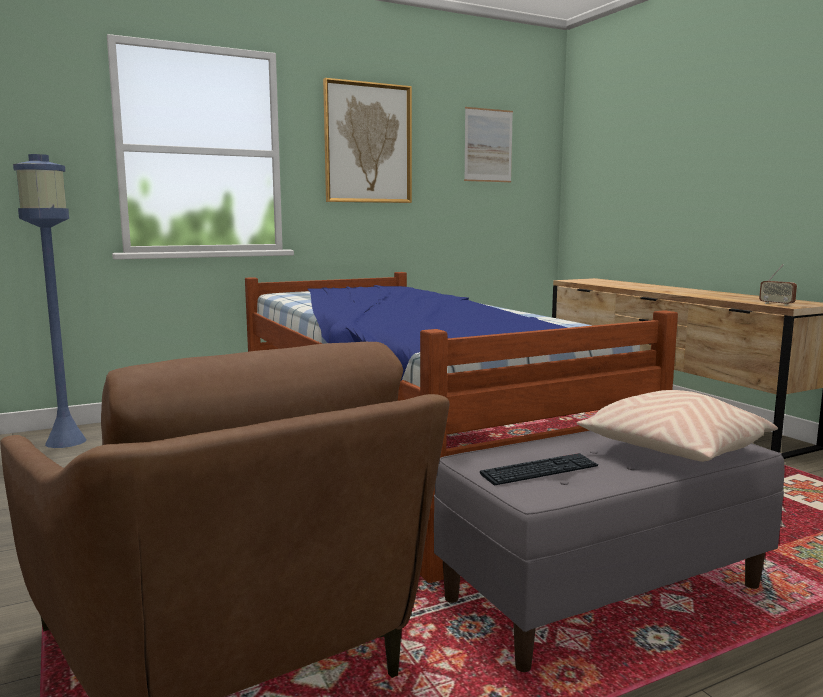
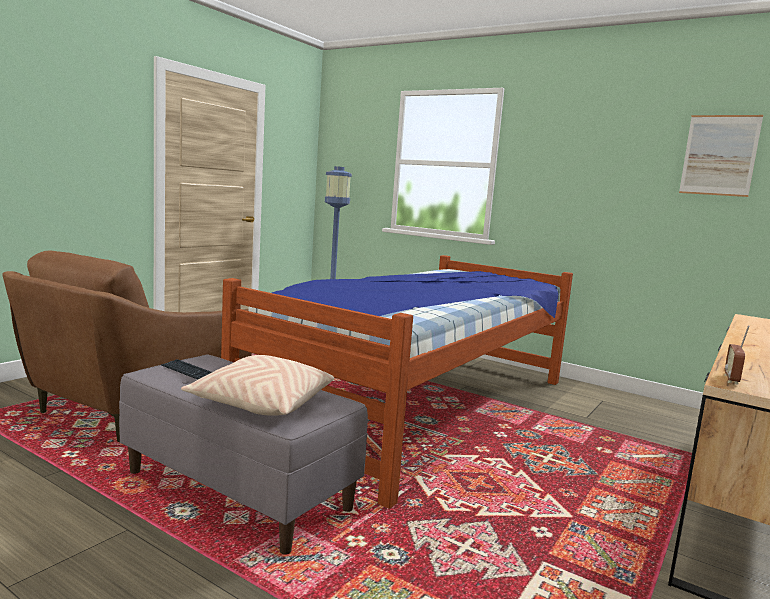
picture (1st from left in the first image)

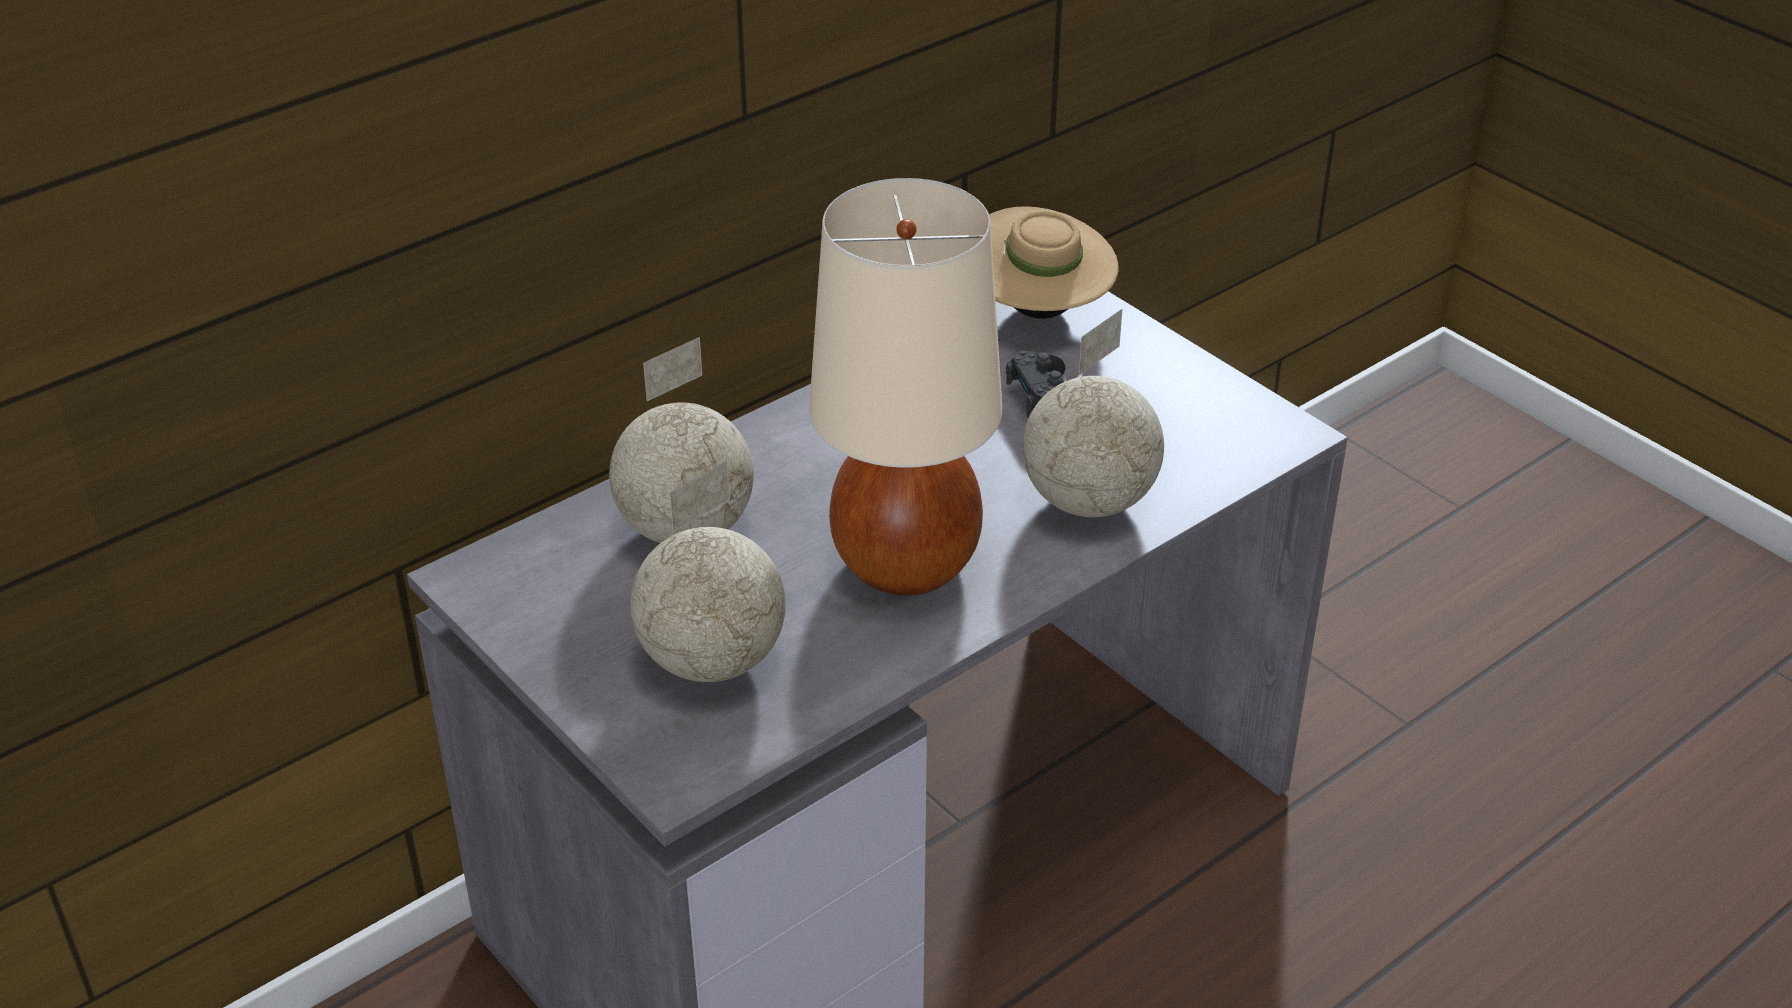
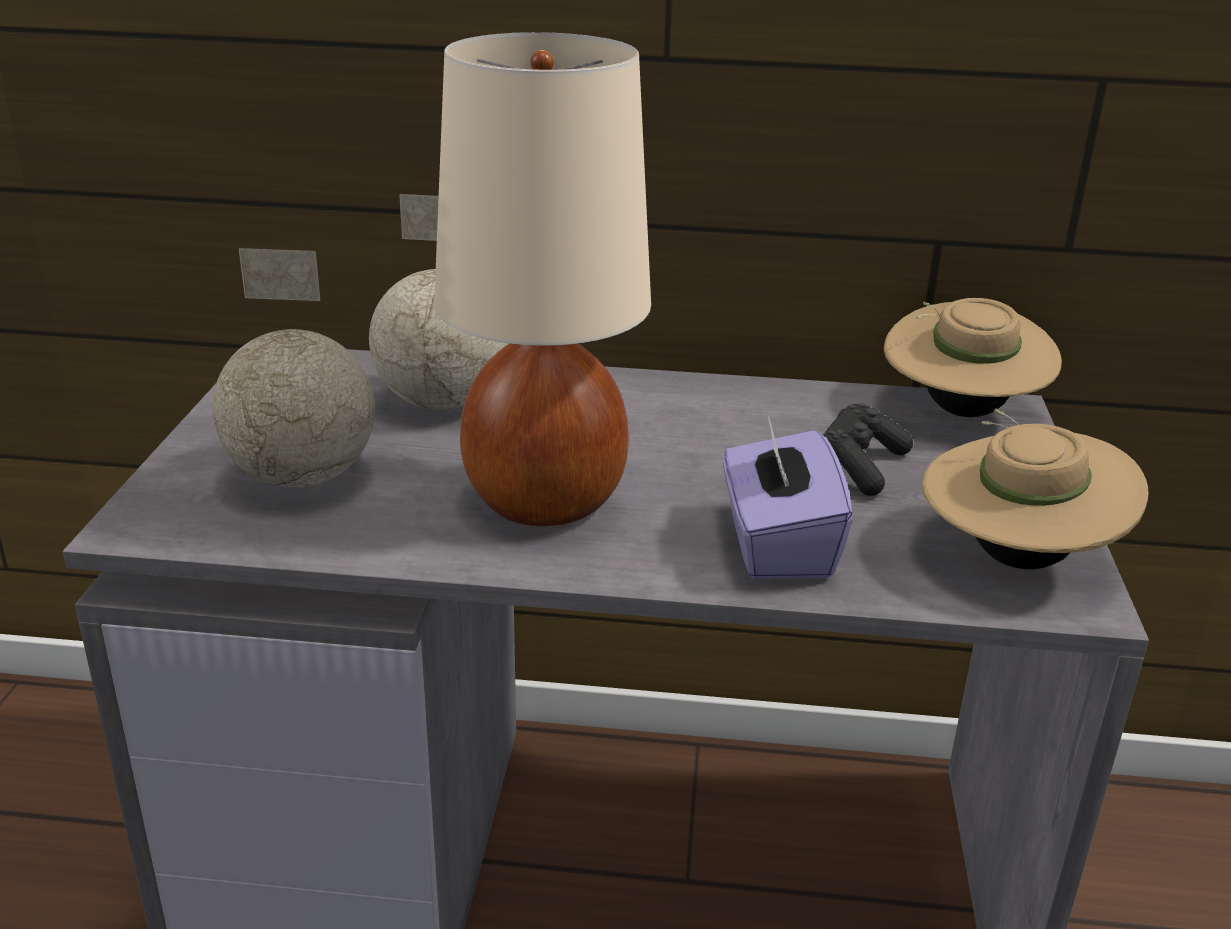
sand-coloured wearable hat (2nd from left); purple tissue box

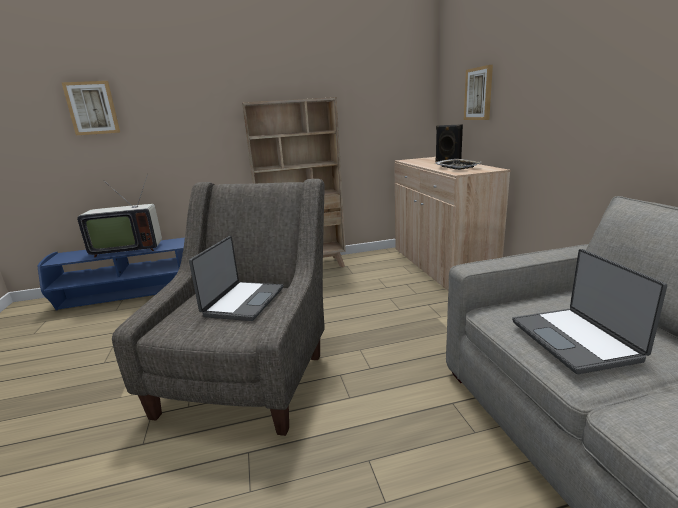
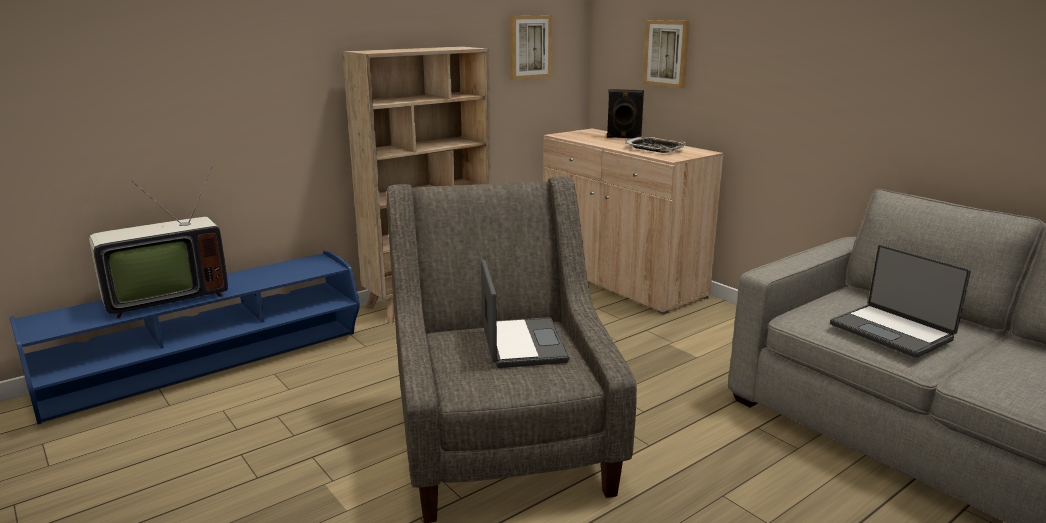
picture (1st from left)

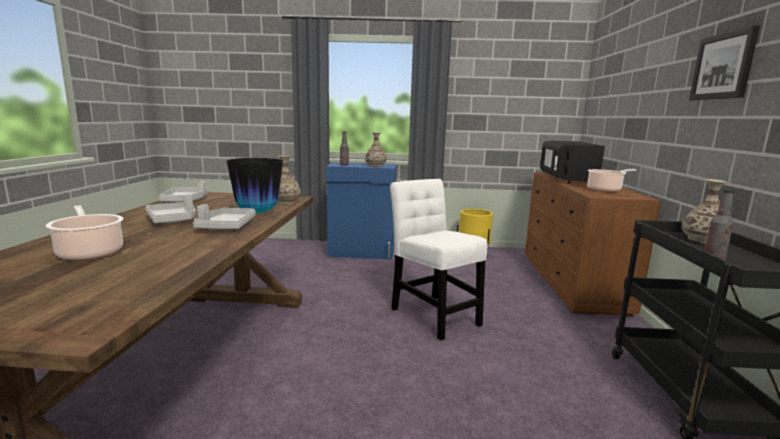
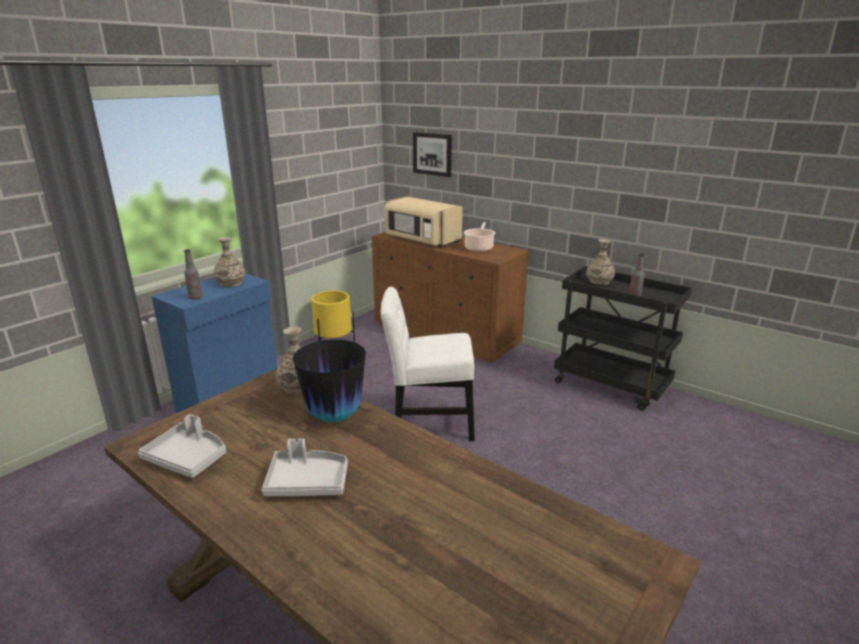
stockpot (1st from left in the first image); grey carrying tray (3rd from left in the first image); picture; sand-coloured kitchen microwave

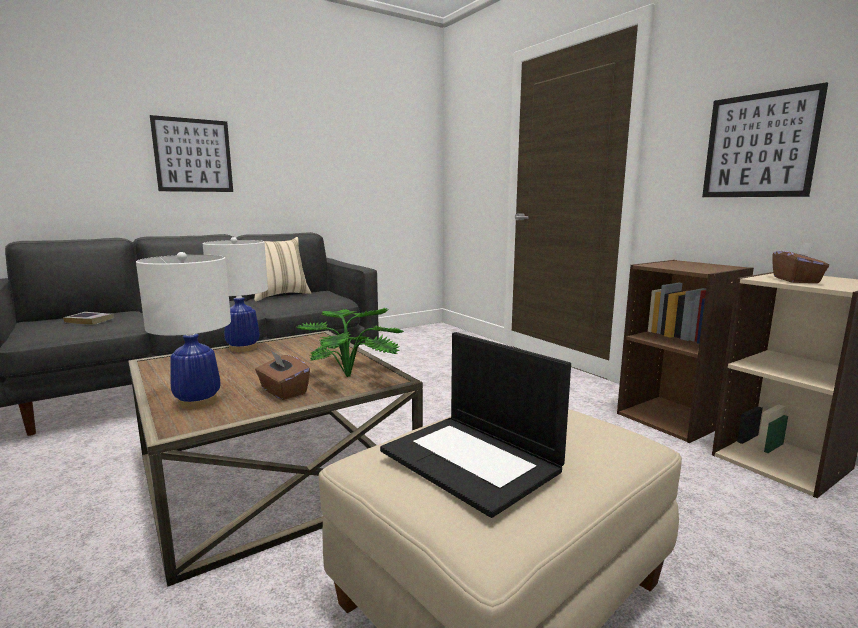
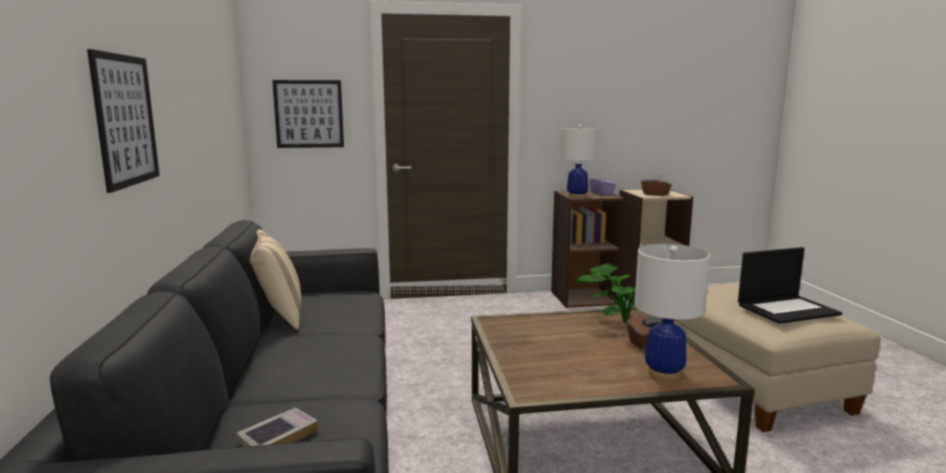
purple tissue box; white-coloured table lamp (1st from left); picture (2nd from left)

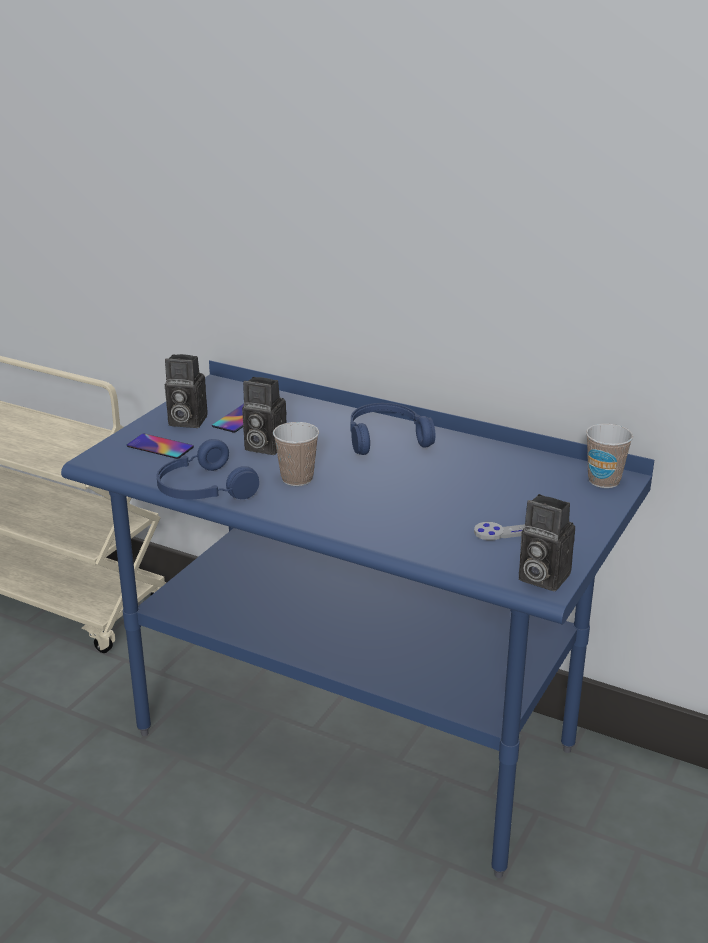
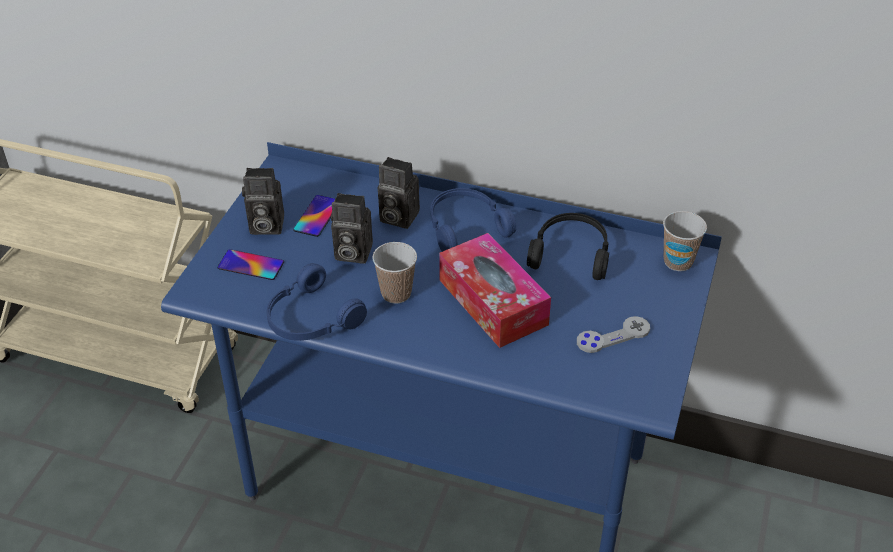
tissue box; black pair of headphones; photo camera (3rd from left)

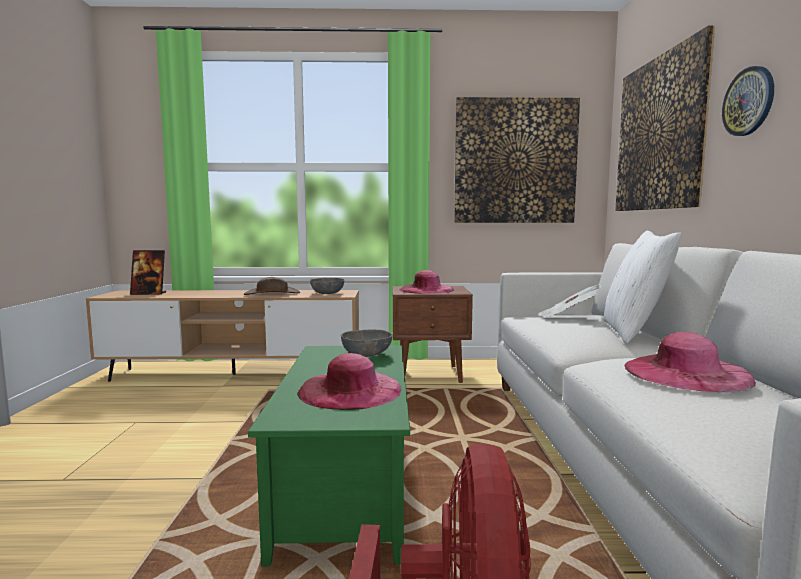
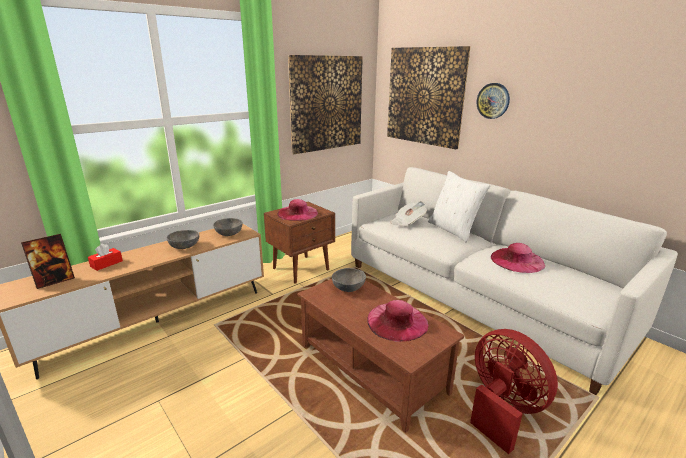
reddish tissue box; grey deep dish (1st from left); brownish lounge table

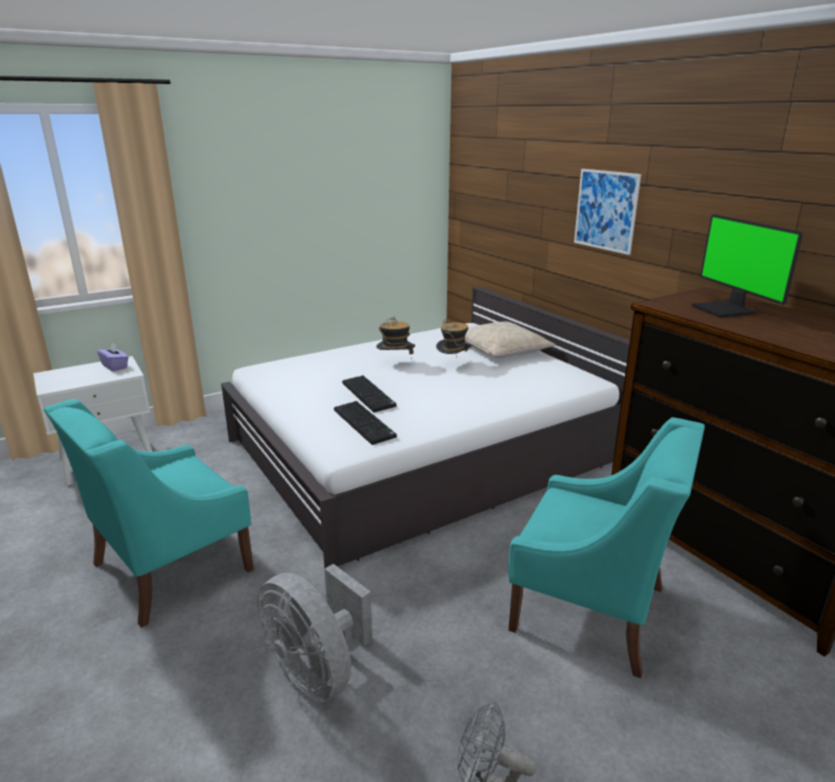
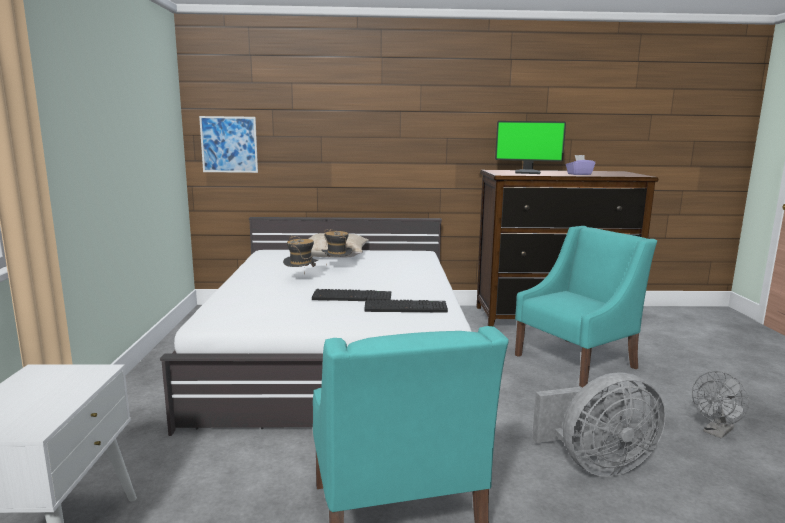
purple tissue box; picture

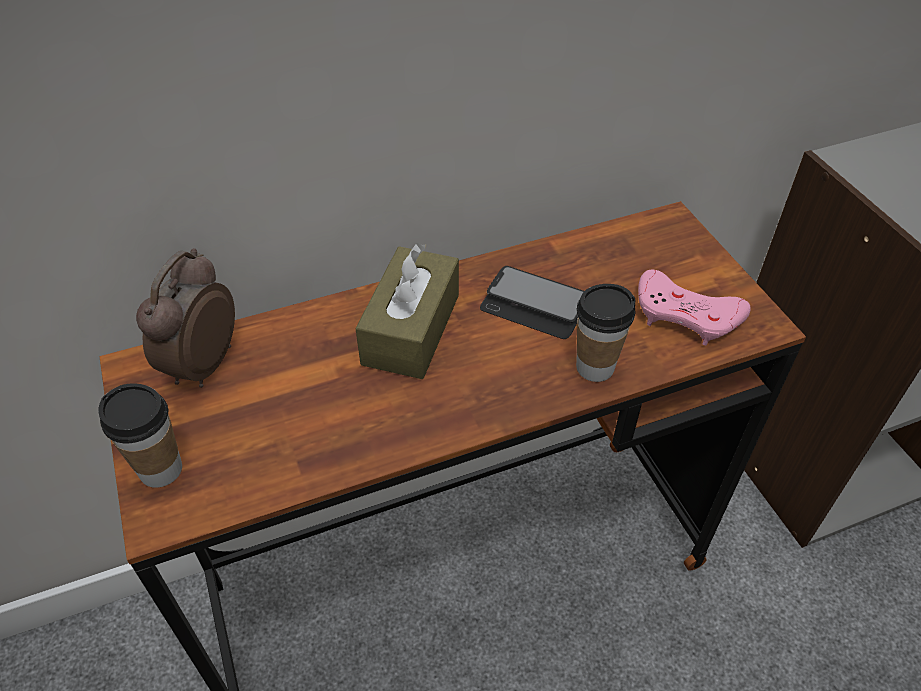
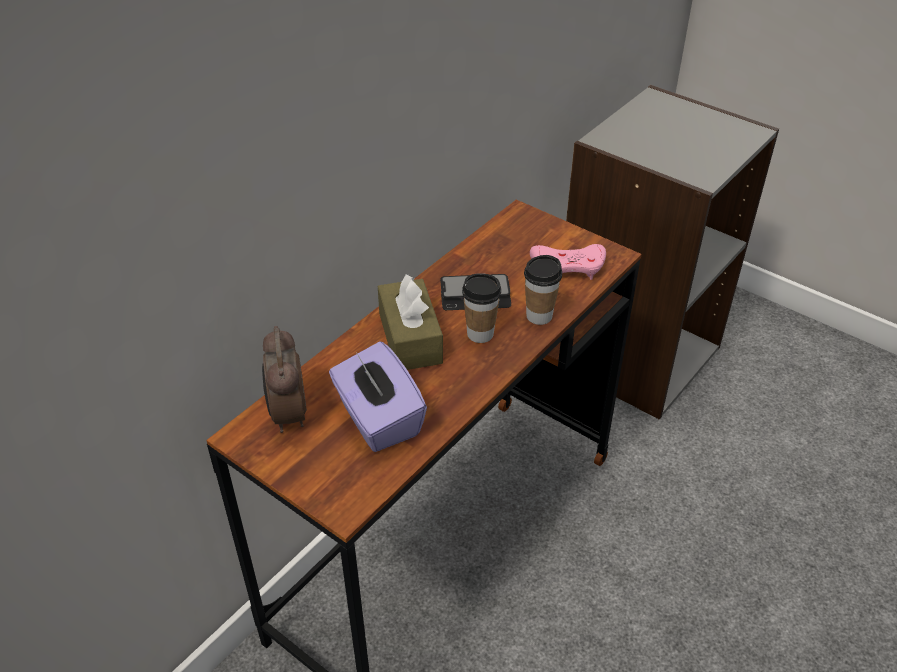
purple tissue box; cup (1st from left)

